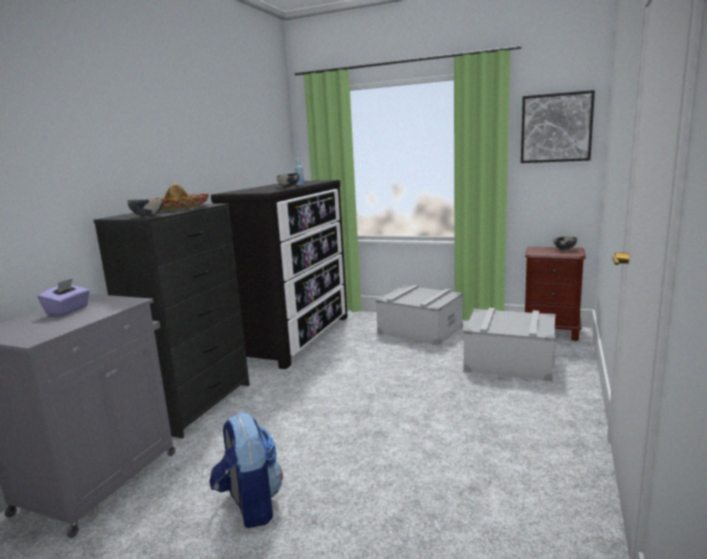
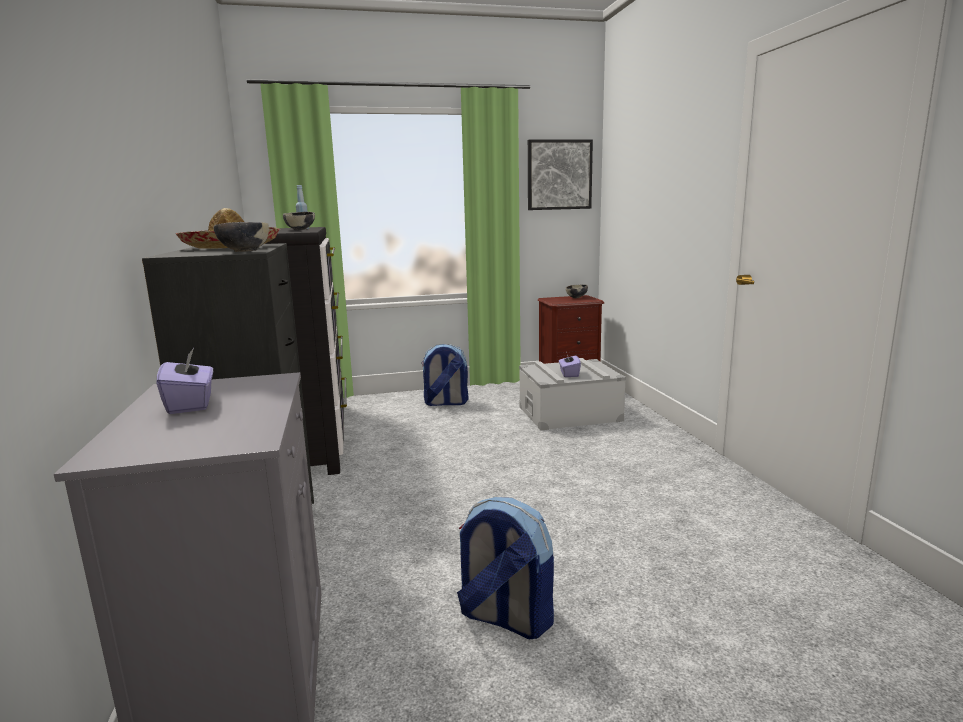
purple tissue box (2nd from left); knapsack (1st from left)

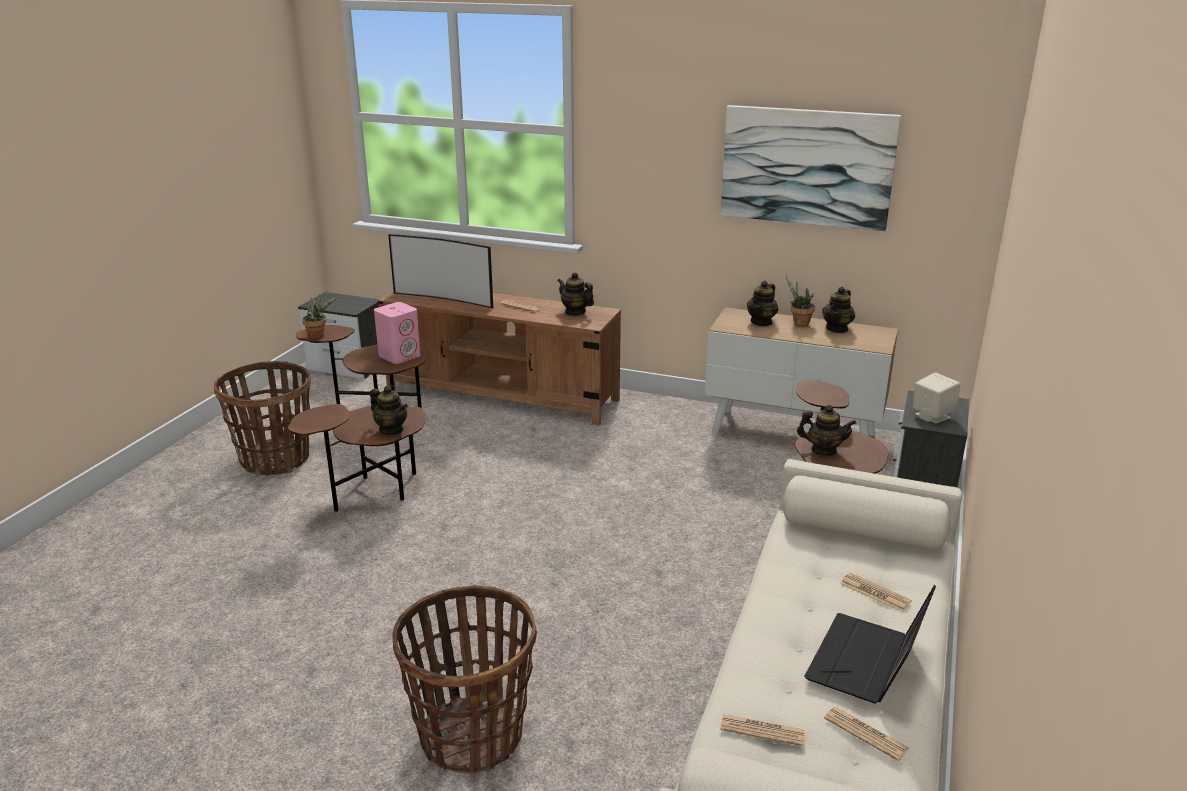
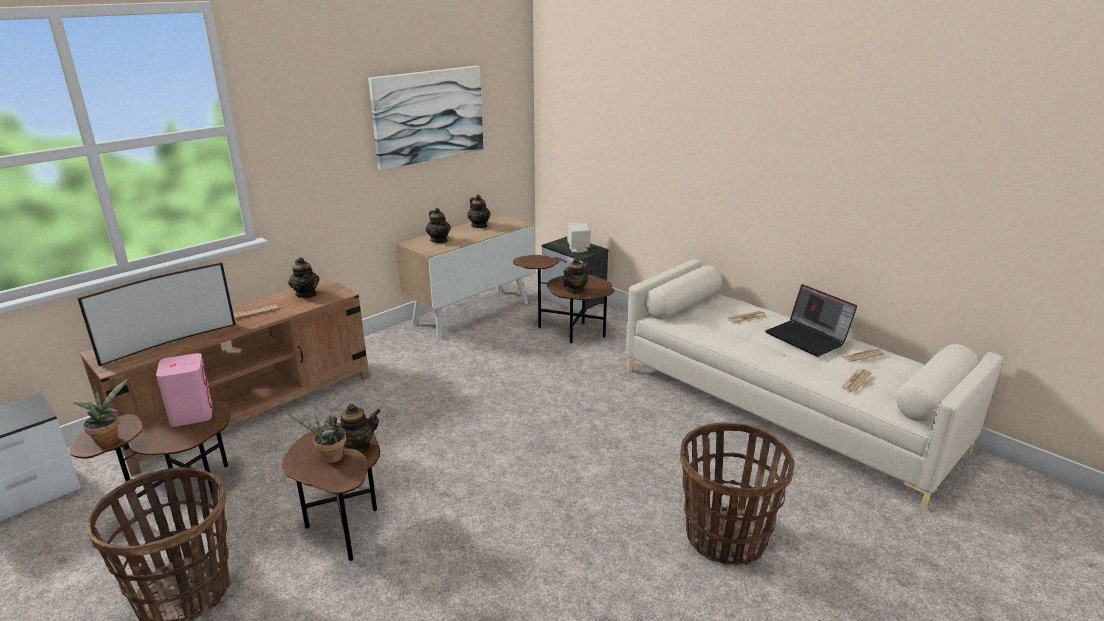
houseplant (2nd from left); pot for tea (1st from left)

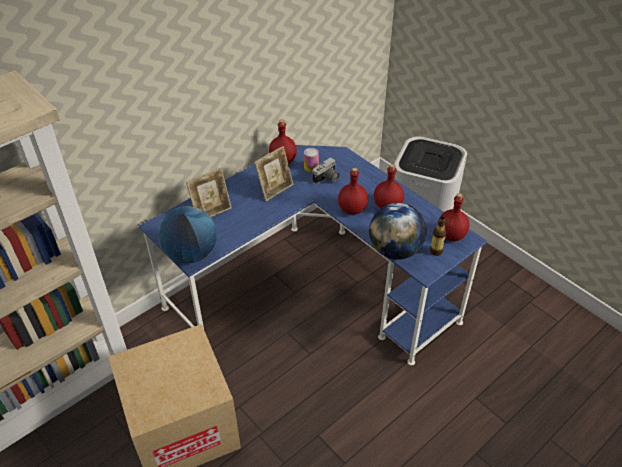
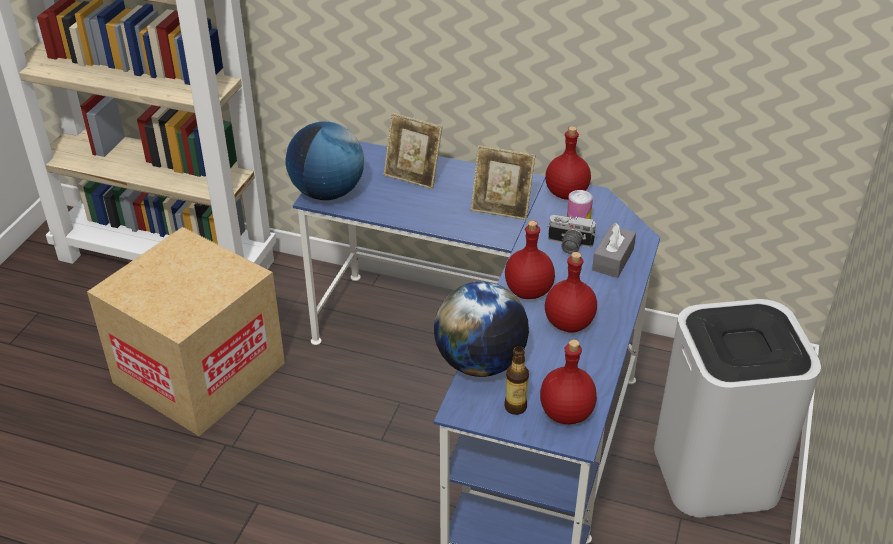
grey tissue box

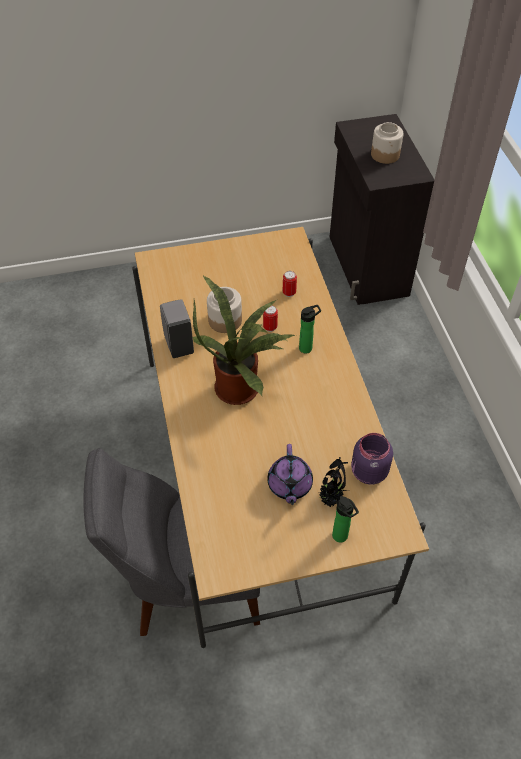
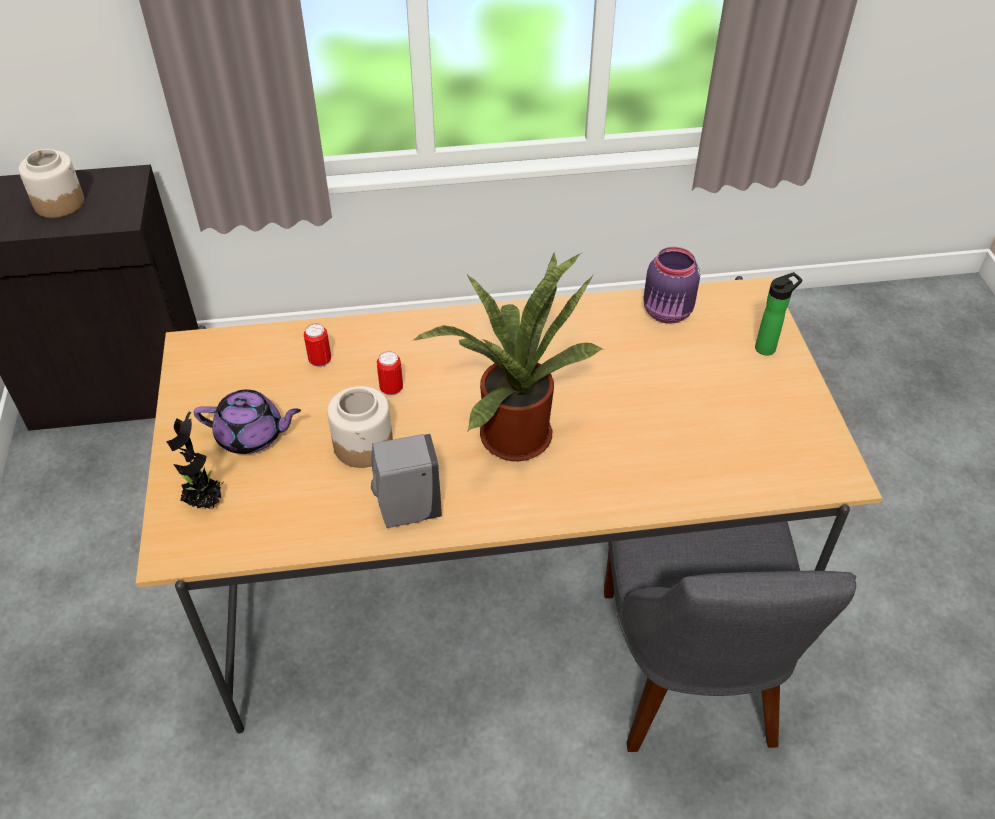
drink bottle (1st from left in the first image); purple pot for tea; houseplant (1st from left)

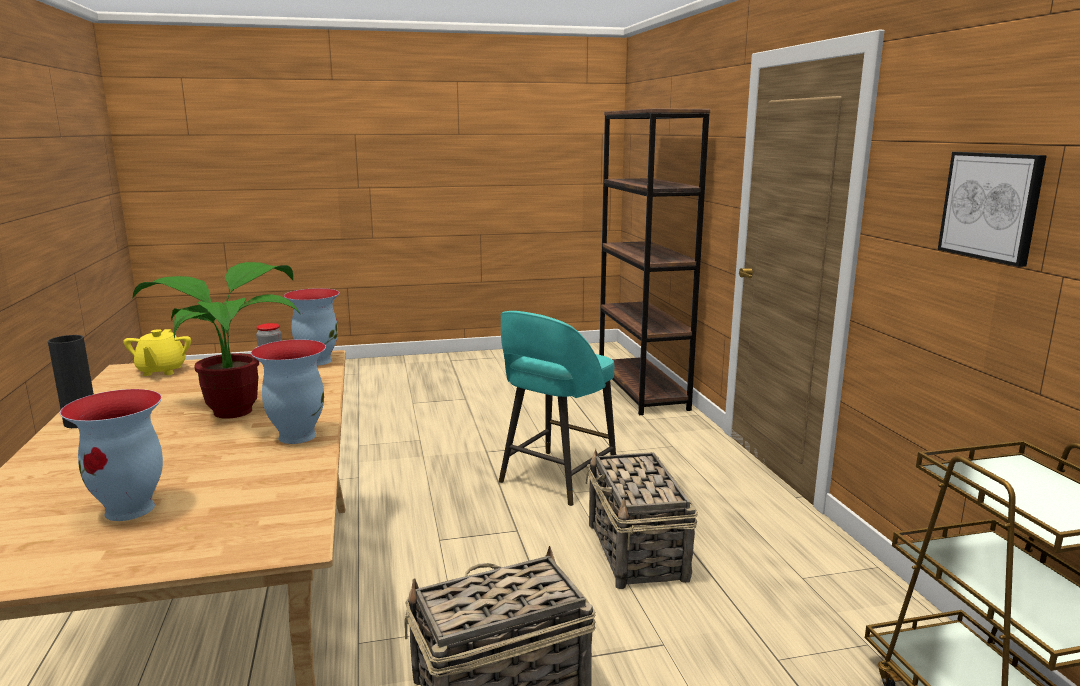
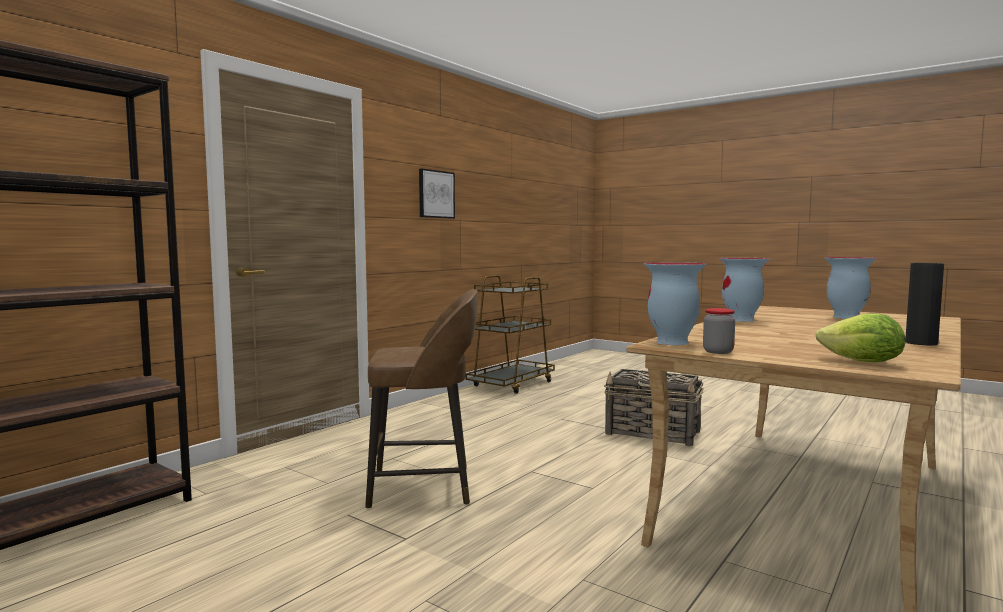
houseplant; basket (2nd from left in the first image); head of lettuce; brownish sitting stool

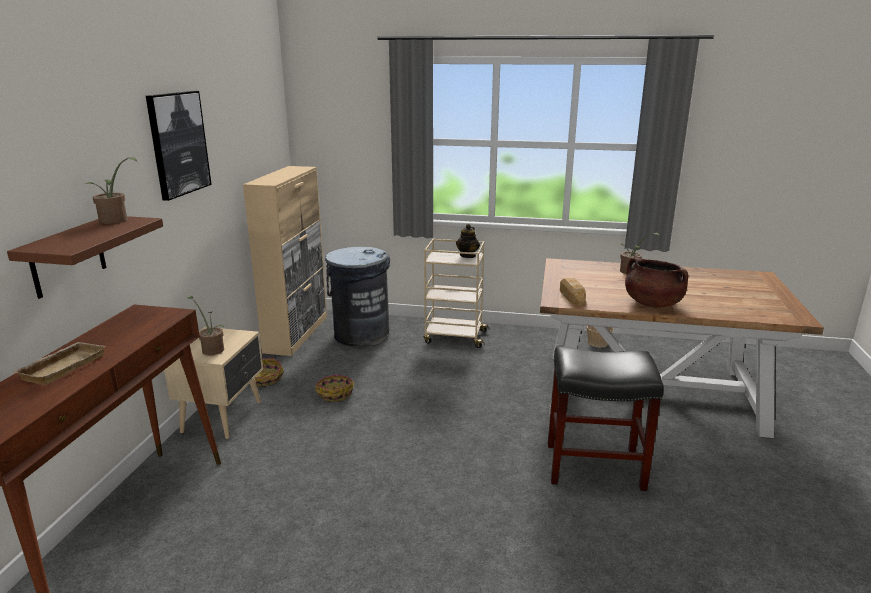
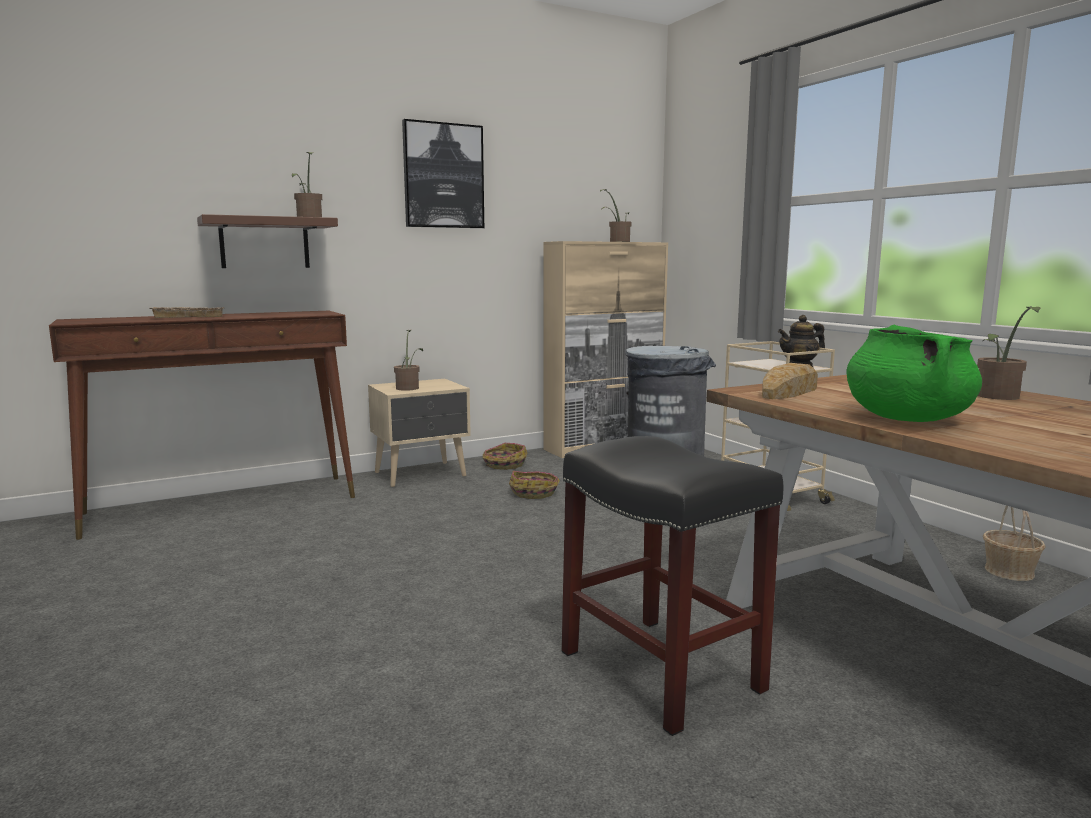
houseplant (3rd from left); green stockpot

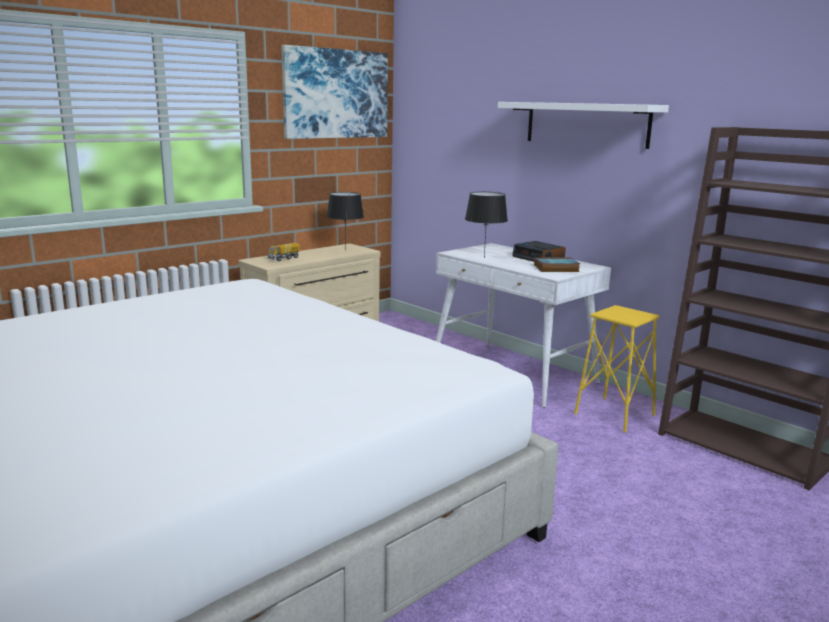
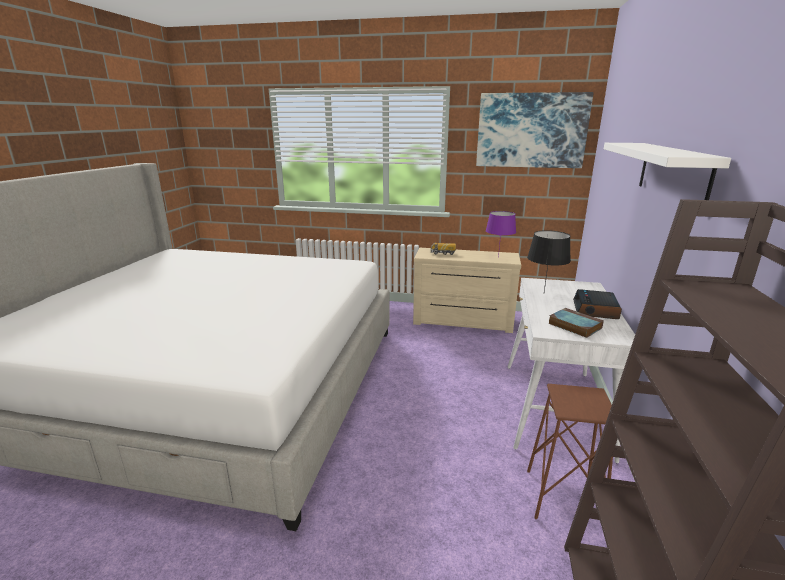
purple table lamp; brownish sitting stool

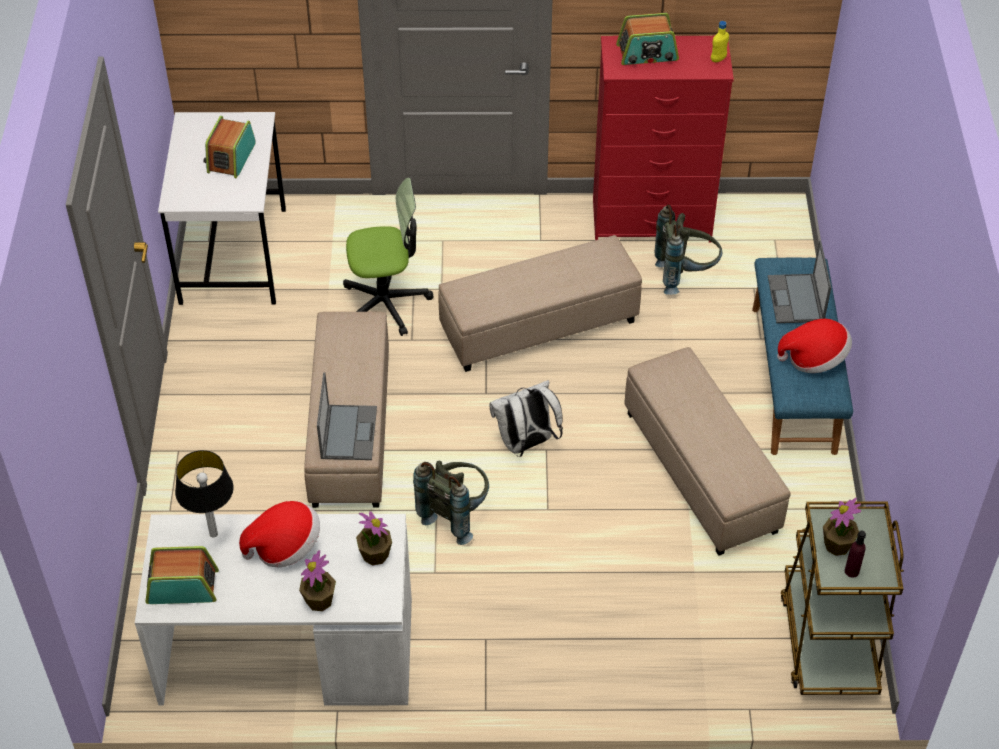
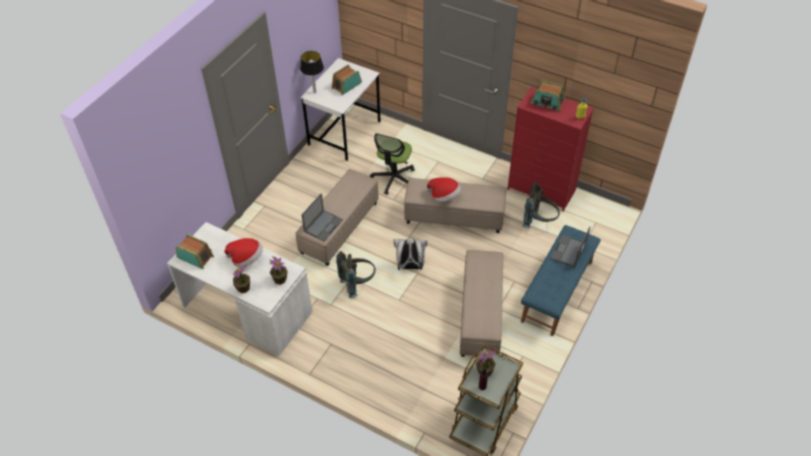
table lamp; wearable hat (2nd from left); office chair

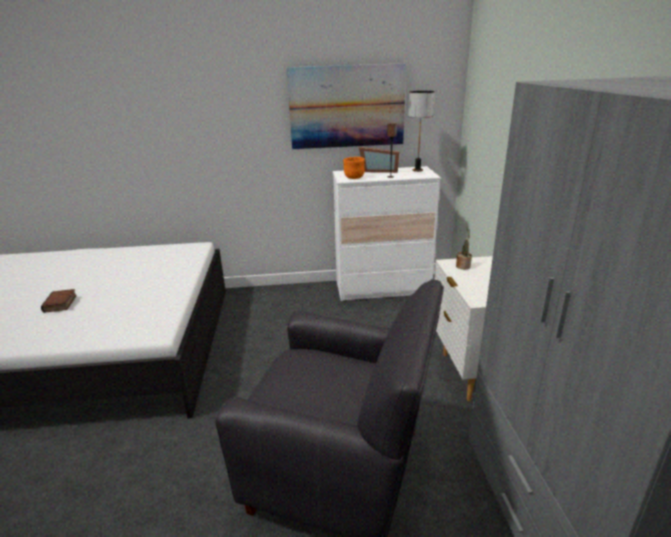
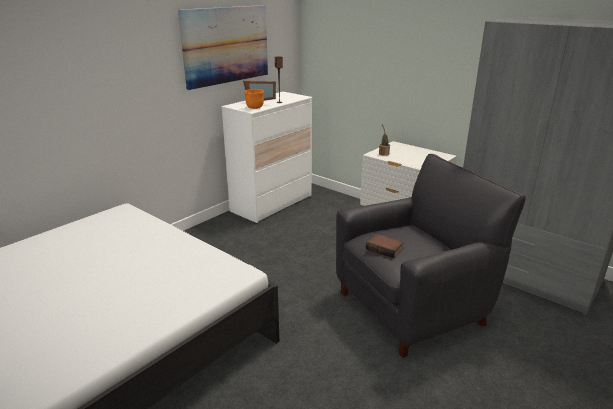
table lamp; bound book

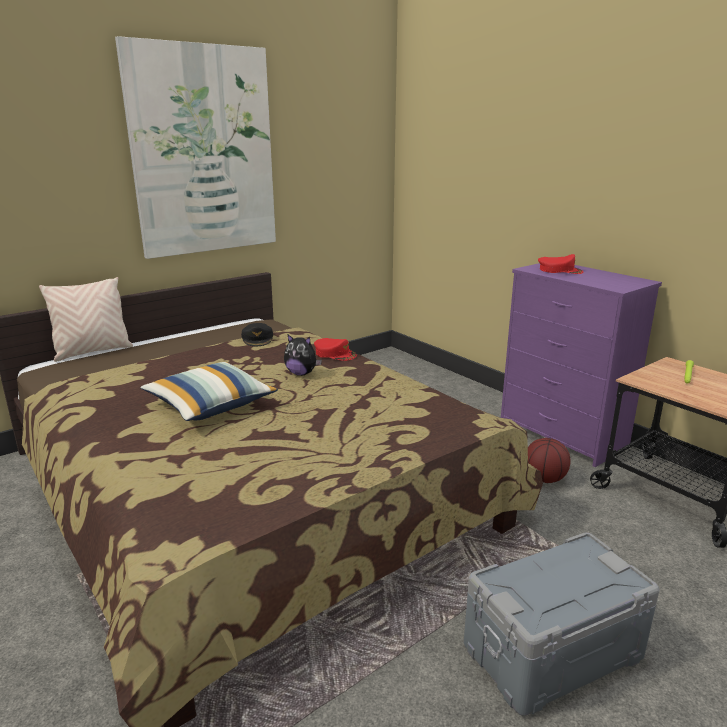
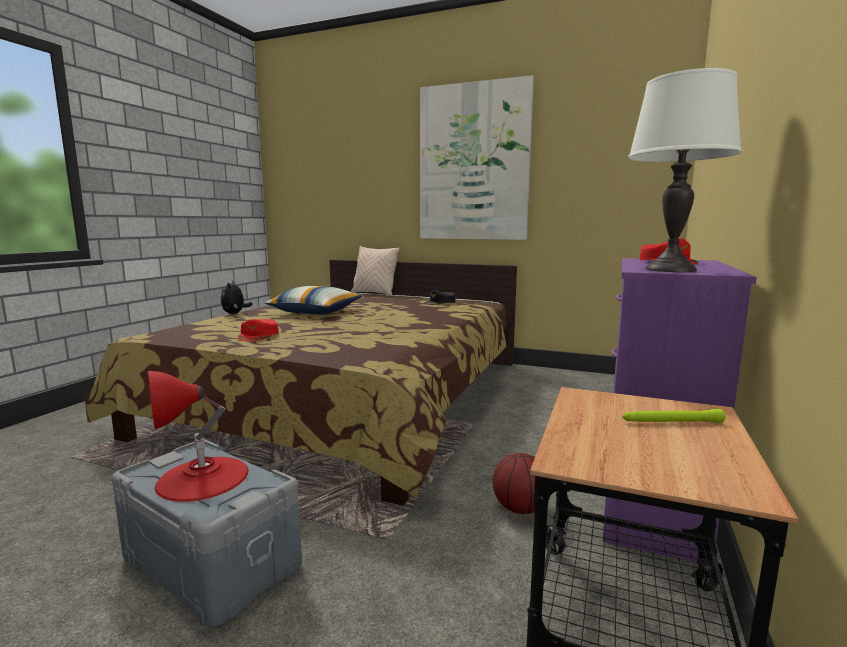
reddish table lamp; white-coloured table lamp; cuddly toy; reddish peaked cap (1st from left)

